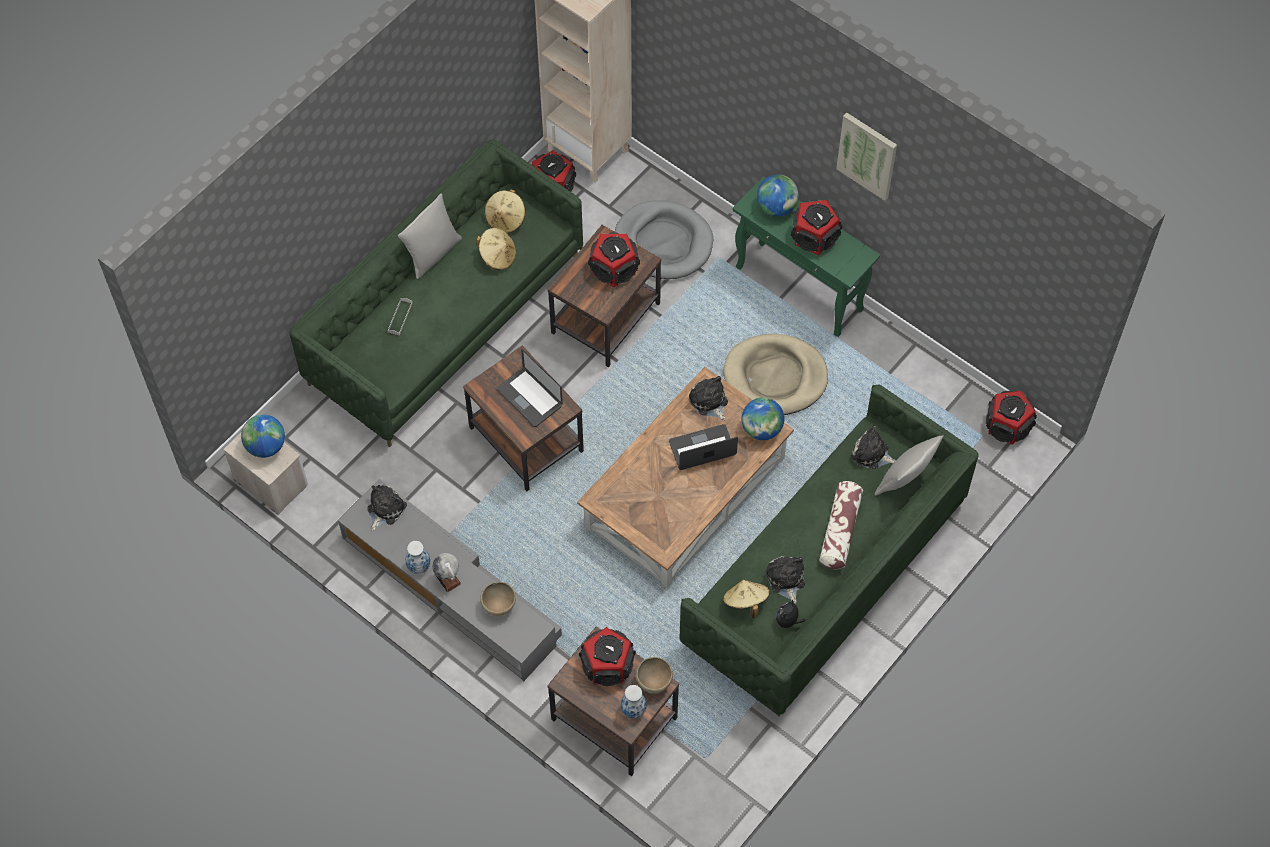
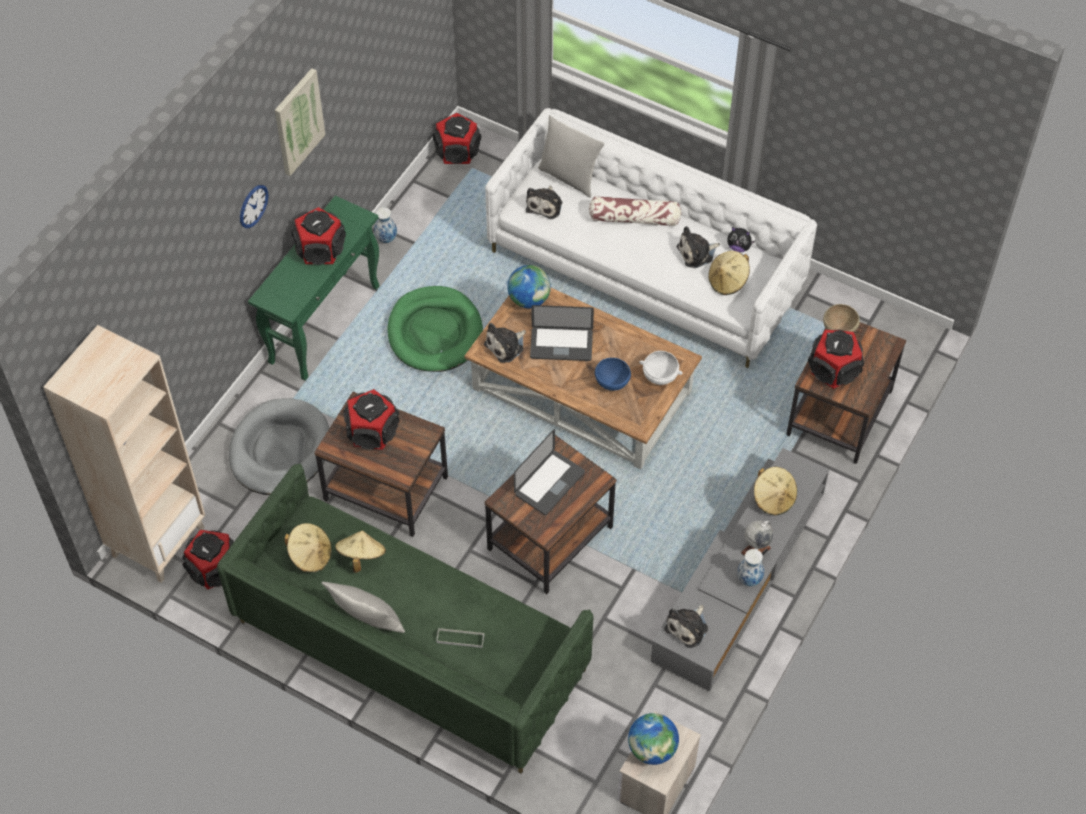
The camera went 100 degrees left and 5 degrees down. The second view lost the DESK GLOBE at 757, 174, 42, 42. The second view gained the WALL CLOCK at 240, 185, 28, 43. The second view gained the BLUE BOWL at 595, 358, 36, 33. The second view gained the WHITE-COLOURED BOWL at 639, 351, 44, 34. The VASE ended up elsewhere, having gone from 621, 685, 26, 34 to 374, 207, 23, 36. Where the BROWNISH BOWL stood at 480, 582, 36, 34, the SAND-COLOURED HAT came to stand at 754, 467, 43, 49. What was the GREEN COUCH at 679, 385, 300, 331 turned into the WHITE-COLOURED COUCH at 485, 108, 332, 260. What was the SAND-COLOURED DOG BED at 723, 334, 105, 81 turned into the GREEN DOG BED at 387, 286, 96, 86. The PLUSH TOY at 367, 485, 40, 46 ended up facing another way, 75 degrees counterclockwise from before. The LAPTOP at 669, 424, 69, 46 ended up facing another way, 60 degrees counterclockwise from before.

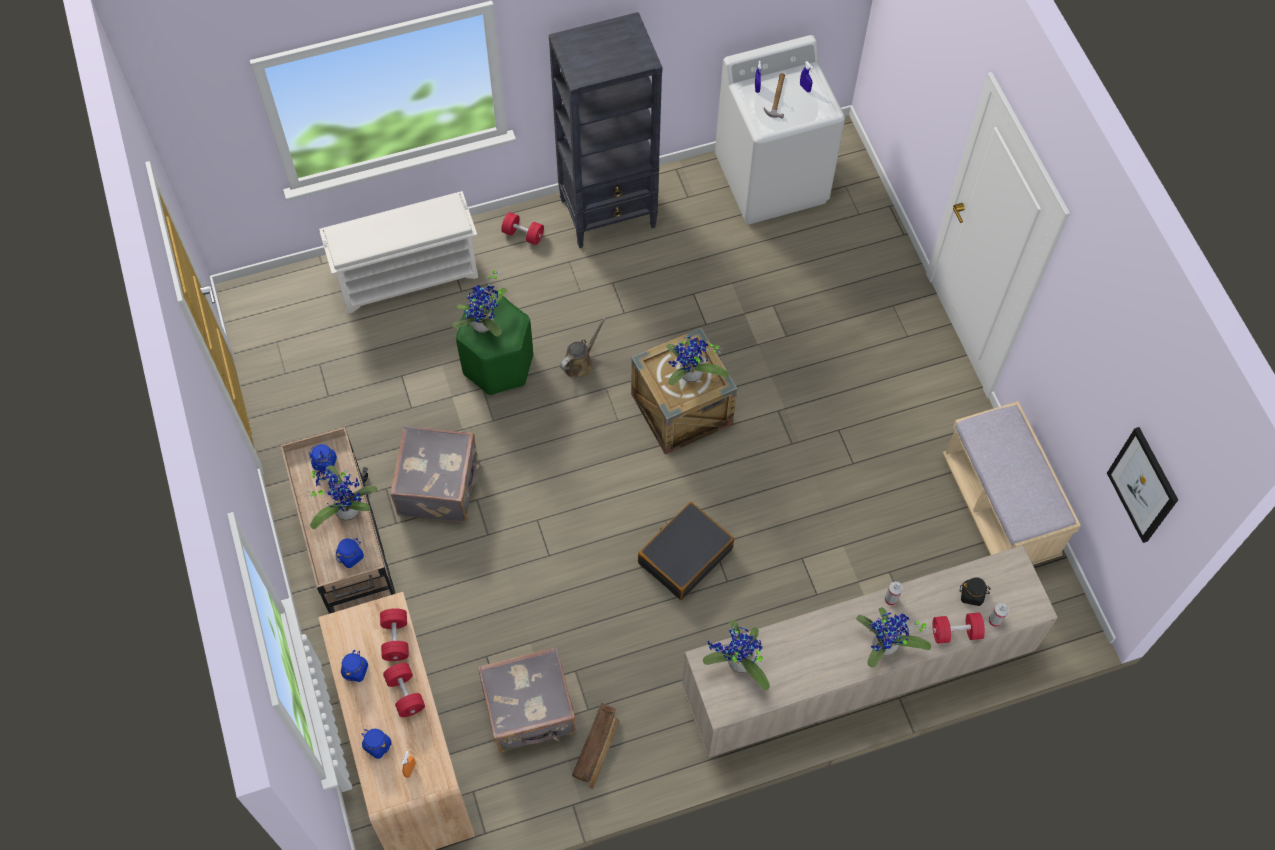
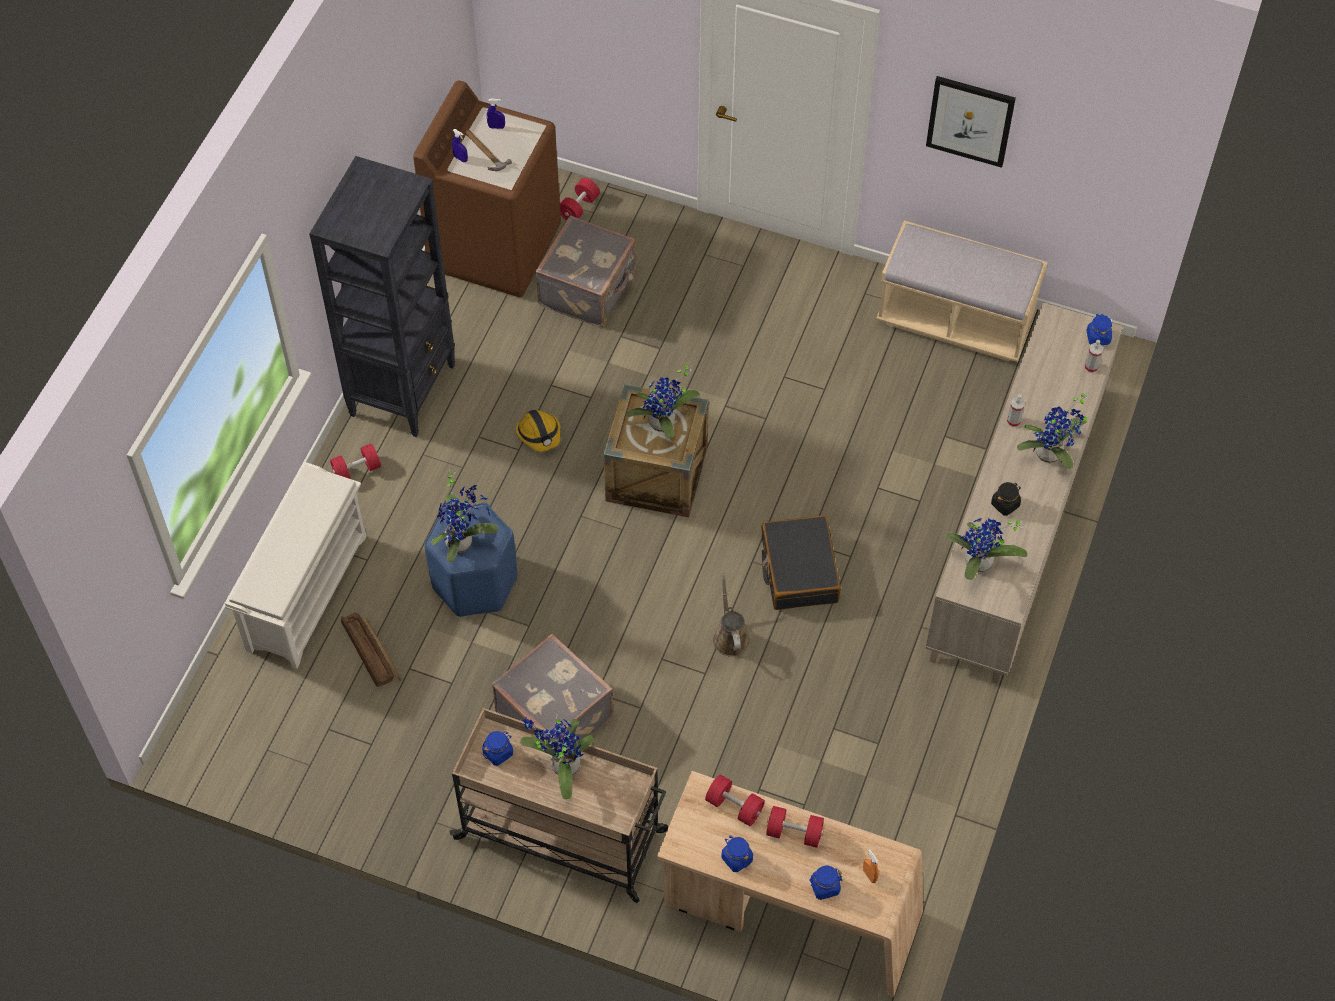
The camera went 50 degrees left and 5 degrees down. The second view gained the WORK HELMET at 516, 410, 45, 42. The BLUE STORAGE JAR ended up elsewhere, having gone from 336, 538, 28, 30 to 1086, 314, 26, 31. The GREYISH TRAVEL CASE ended up elsewhere, having gone from 478, 647, 98, 106 to 535, 215, 101, 112. The BROWNISH WATERING CAN ended up elsewhere, having gone from 560, 317, 46, 61 to 713, 573, 37, 84. The SHIPPING CRATE ended up elsewhere, having gone from 572, 702, 48, 87 to 341, 612, 61, 75. The RED-COLOURED DUMBBELL ended up elsewhere, having gone from 932, 612, 53, 32 to 560, 178, 40, 42. The BLACK STORAGE JAR ended up elsewhere, having gone from 960, 577, 31, 29 to 991, 482, 30, 34. The WALL ART ended up elsewhere, having gone from 1107, 427, 71, 116 to 926, 76, 90, 92. What was the GREEN SITTING STOOL at 456, 296, 77, 99 turned into the BLUE SITTING STOOL at 425, 503, 92, 114. What was the WHITE-COLOURED LAUNDRY MACHINE at 715, 35, 130, 190 turned into the BROWNISH LAUNDRY MACHINE at 413, 80, 148, 217.

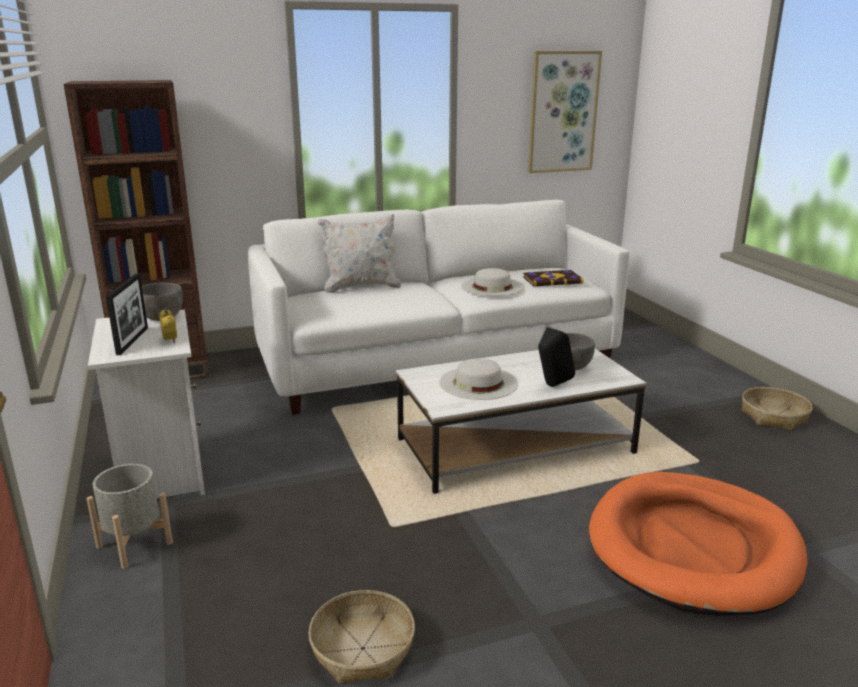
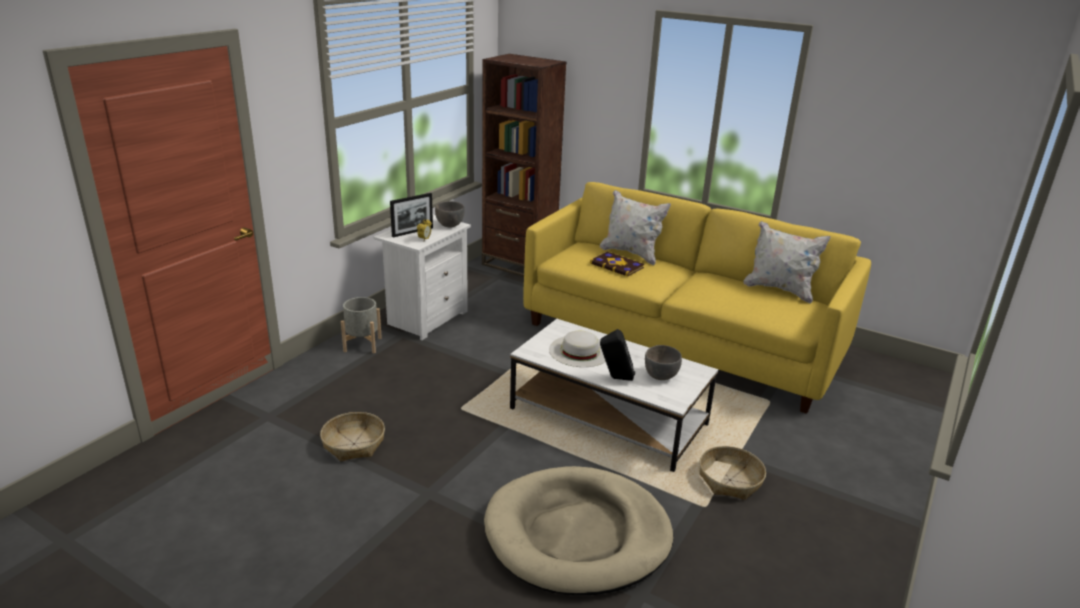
The camera went 50 degrees right and 5 degrees up. The second view lost the WHITE-COLOURED HAT at 461, 268, 63, 28. The second view lost the WALL ART at 528, 51, 74, 122. The second view gained the WHITE-COLOURED PILLOW at 743, 221, 88, 83. The BOUND BOOK ended up elsewhere, having gone from 523, 270, 61, 17 to 590, 252, 54, 25. The HOUSEHOLD BASKET ended up elsewhere, having gone from 742, 387, 71, 43 to 699, 446, 67, 54. What was the WHITE-COLOURED COUCH at 248, 200, 382, 215 turned into the YELLOWISH COUCH at 523, 182, 348, 232. What was the ORANGE-COLOURED DOG BED at 589, 472, 219, 144 turned into the SAND-COLOURED DOG BED at 484, 466, 189, 129.

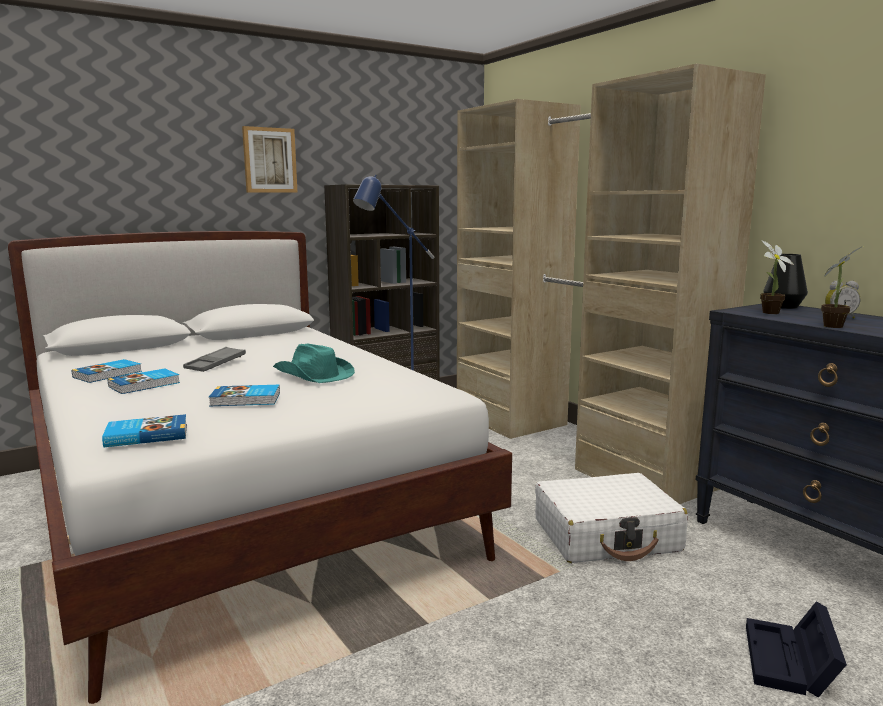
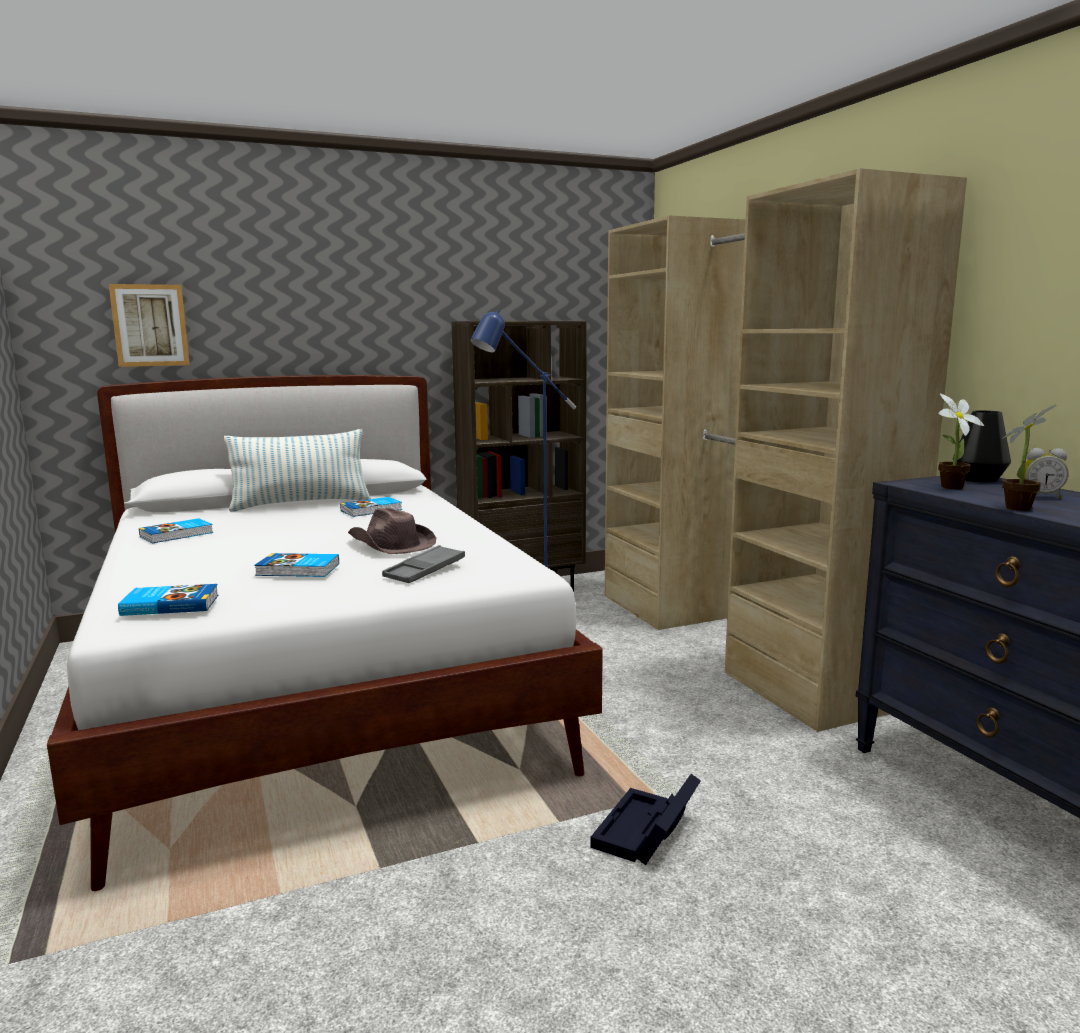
The camera went 10 degrees right and 0 degrees up. The second view lost the WHITE-COLOURED TRAVEL CASE at 535, 473, 153, 90. The second view gained the PILLOW at 224, 429, 147, 83. The BOUND BOOK ended up elsewhere, having gone from 108, 369, 72, 25 to 340, 497, 62, 20. The GREYISH CARRYING TRAY ended up elsewhere, having gone from 183, 347, 63, 25 to 382, 545, 83, 38. The WALL ART ended up elsewhere, having gone from 242, 126, 56, 67 to 109, 284, 81, 83. The BLACK STORAGE CONTAINER ended up elsewhere, having gone from 746, 601, 101, 97 to 590, 774, 111, 91. What was the BLUE-GREEN HAT at 273, 343, 82, 40 turned into the BROWNISH HAT at 348, 508, 88, 46.

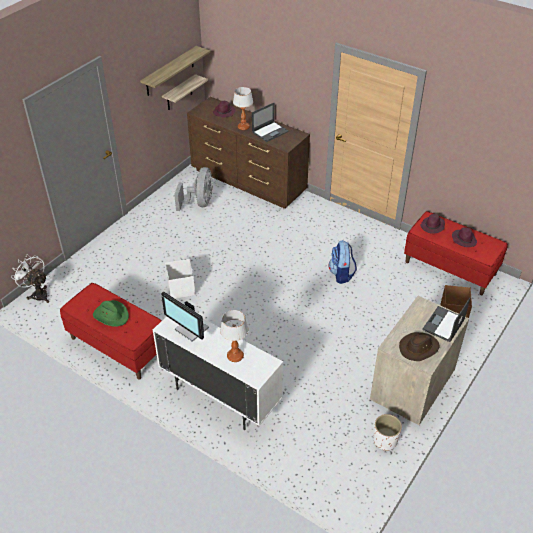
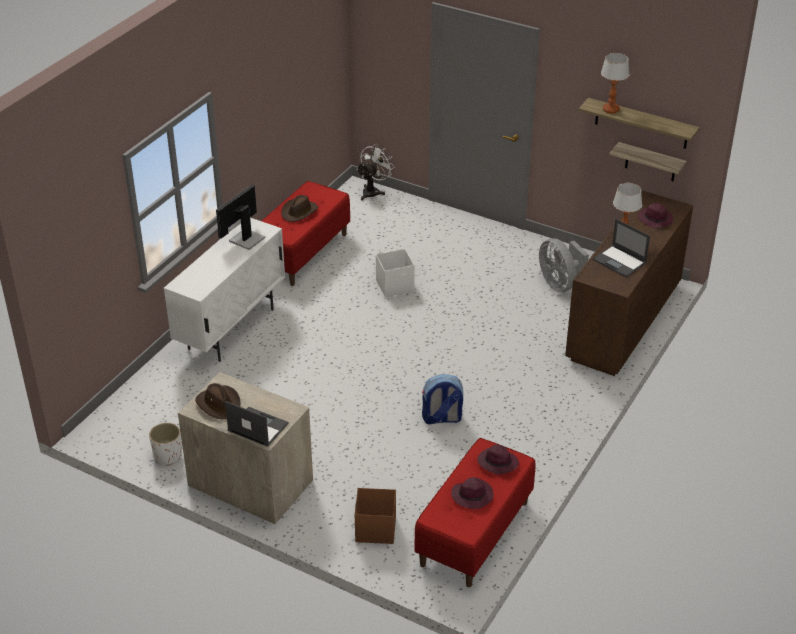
The camera went 85 degrees right and 5 degrees down. The LAMP FOR A TABLE ended up elsewhere, having gone from 220, 310, 28, 52 to 601, 53, 28, 61. What was the GREEN HAT at 93, 300, 36, 27 turned into the BROWNISH HAT at 281, 195, 37, 27. The GREYISH COOLING FAN at 174, 167, 39, 44 ended up facing another way, 60 degrees clockwise from before.

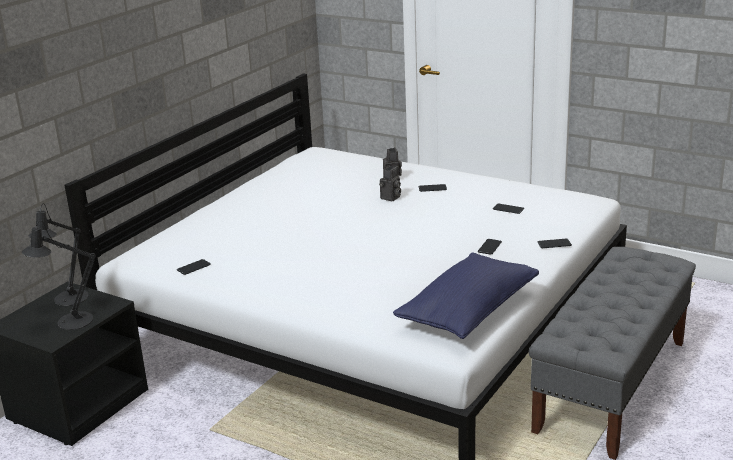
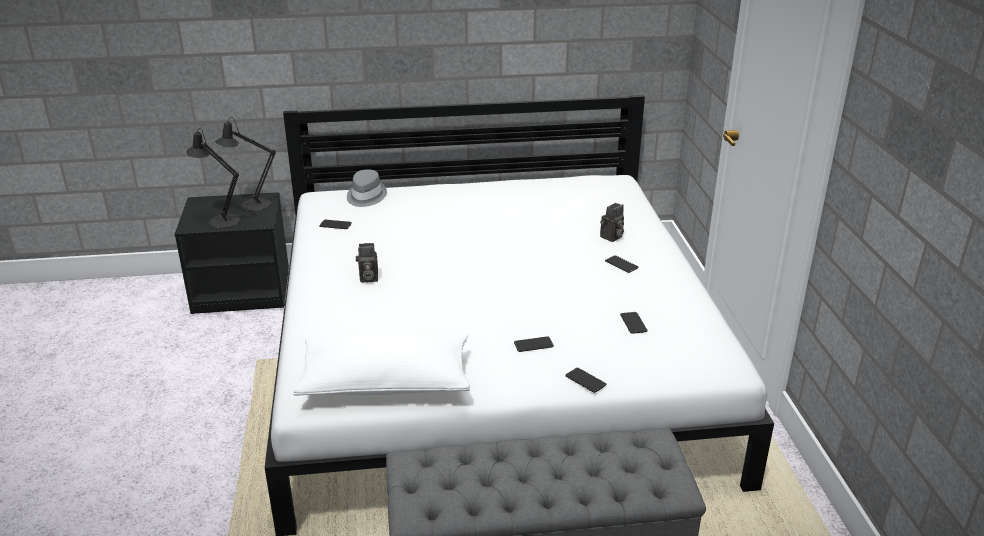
The camera went 50 degrees right and 5 degrees up. The second view gained the GREYISH HAT at 347, 169, 40, 38. The PHOTO CAMERA ended up elsewhere, having gone from 379, 166, 22, 36 to 356, 243, 22, 39. What was the BLUE PILLOW at 393, 253, 146, 86 turned into the WHITE-COLOURED PILLOW at 293, 331, 177, 65.

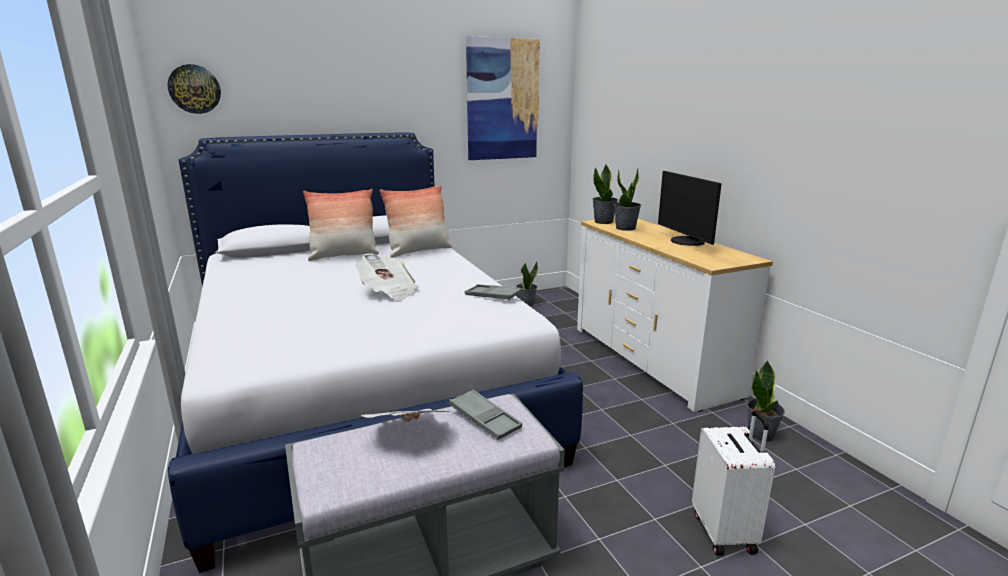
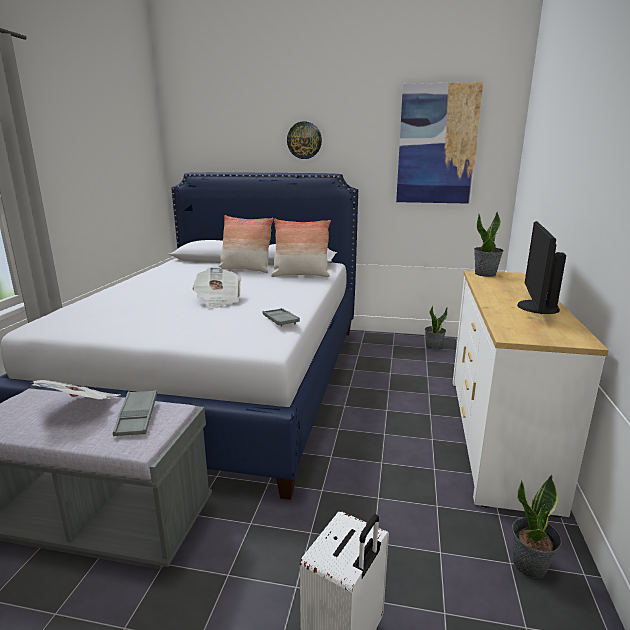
The camera went 35 degrees right and 0 degrees up. The second view lost the POTTED PLANT at 614, 169, 27, 62. The WALL CLOCK ended up elsewhere, having gone from 168, 64, 53, 50 to 287, 121, 35, 38.

